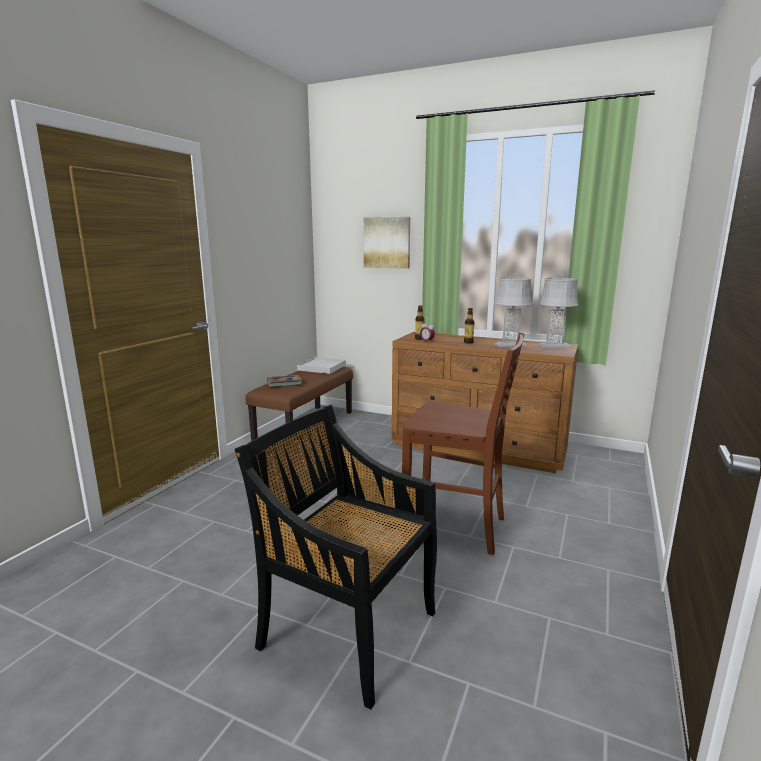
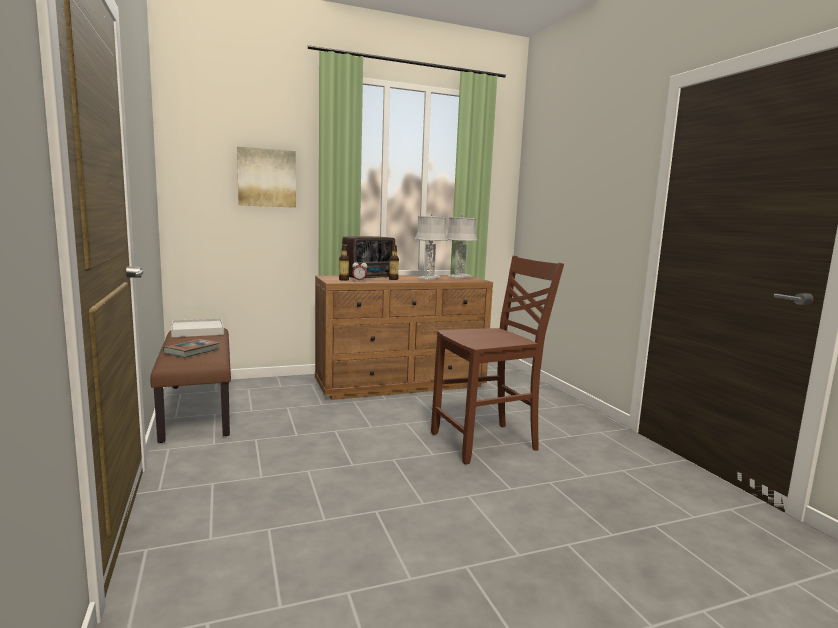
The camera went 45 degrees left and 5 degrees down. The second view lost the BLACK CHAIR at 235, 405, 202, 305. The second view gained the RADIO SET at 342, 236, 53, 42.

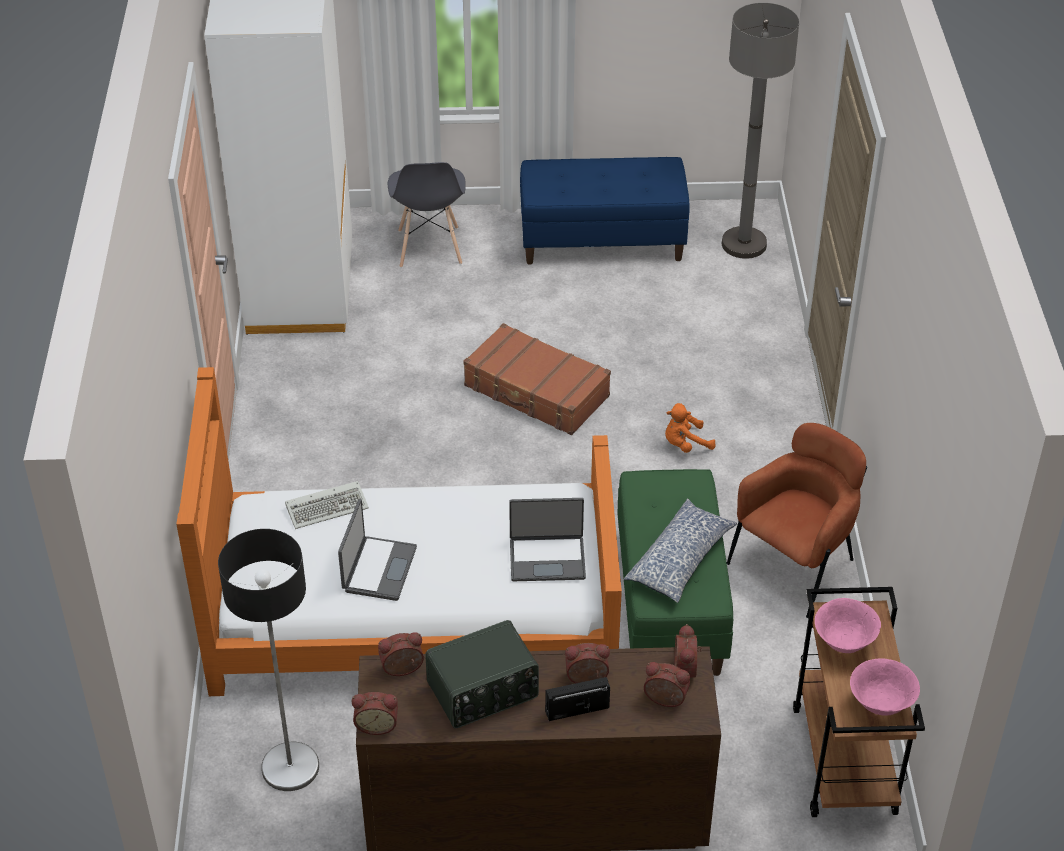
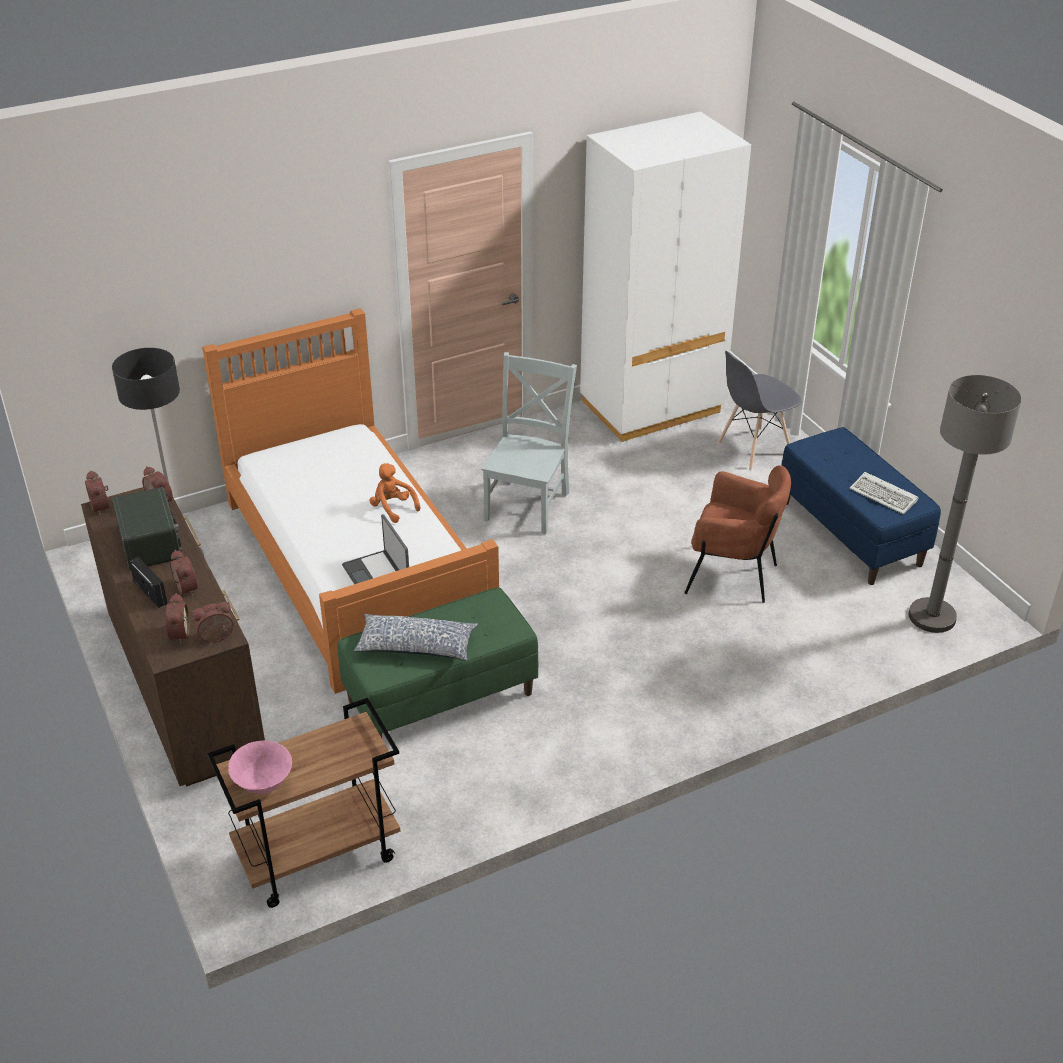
The camera went 65 degrees right and 5 degrees down. The second view lost the LAPTOP at 338, 499, 79, 102. The second view lost the BROWNISH TRAVEL CASE at 463, 323, 148, 112. The second view lost the PINKISH BOWL at 815, 598, 66, 55. The second view gained the GREYISH CHAIR at 481, 352, 96, 182. The PC KEYBOARD ended up elsewhere, having gone from 285, 481, 84, 48 to 849, 472, 69, 42. The ORANGE-COLOURED PLUSH TOY ended up elsewhere, having gone from 665, 403, 51, 50 to 370, 463, 50, 60. The BROWNISH EASY CHAIR ended up elsewhere, having gone from 727, 423, 140, 195 to 684, 465, 107, 138. The RADIO SET at 425, 620, 114, 108 ended up facing another way, 150 degrees counterclockwise from before.

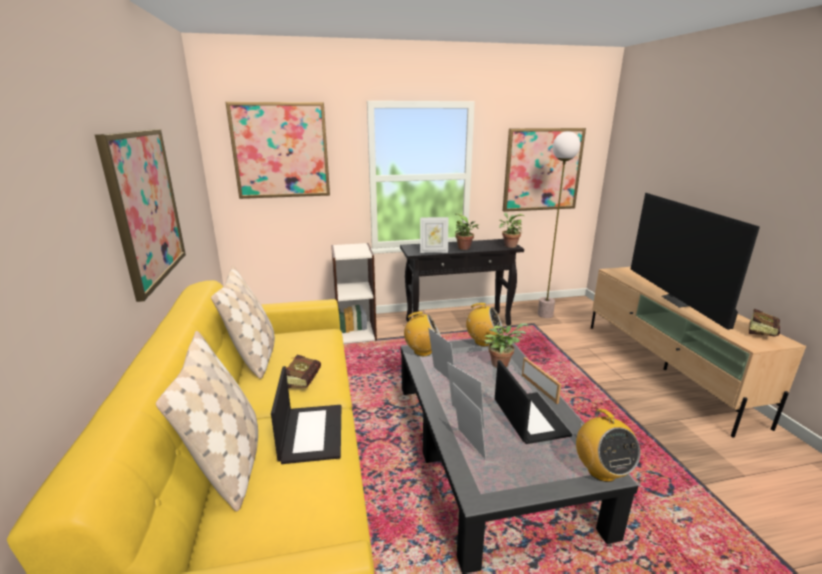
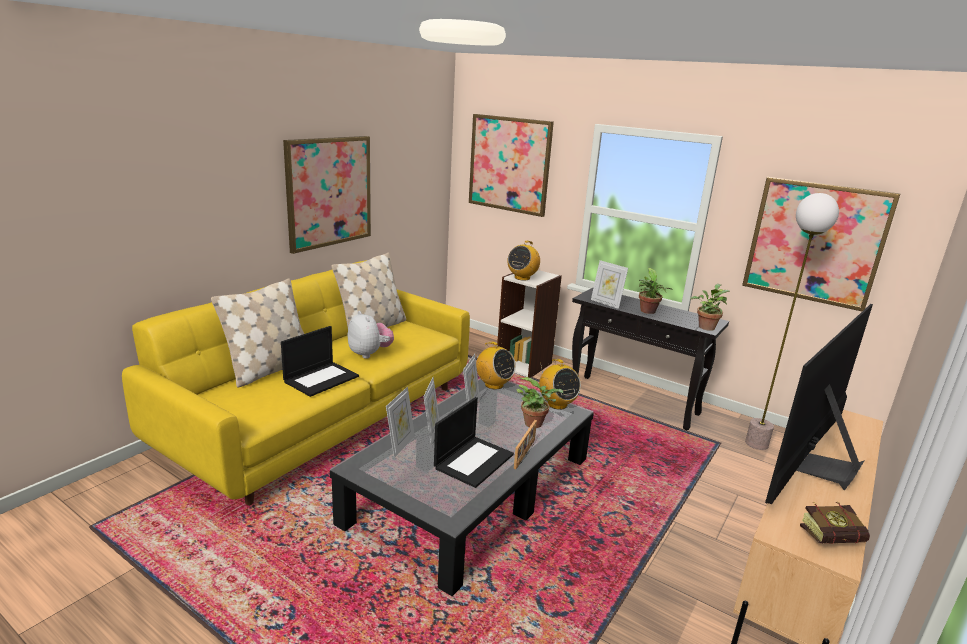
The camera went 45 degrees right and 0 degrees up. The RADIO SET ended up elsewhere, having gone from 576, 409, 64, 73 to 507, 241, 33, 40. Where the BOUND BOOK stood at 286, 355, 35, 33, the PLUSH TOY came to stand at 348, 311, 46, 48.

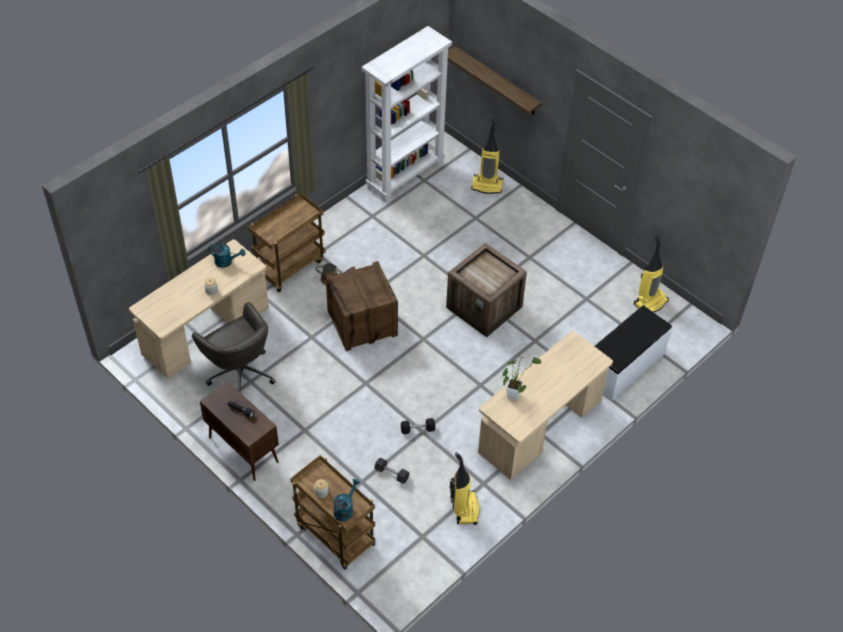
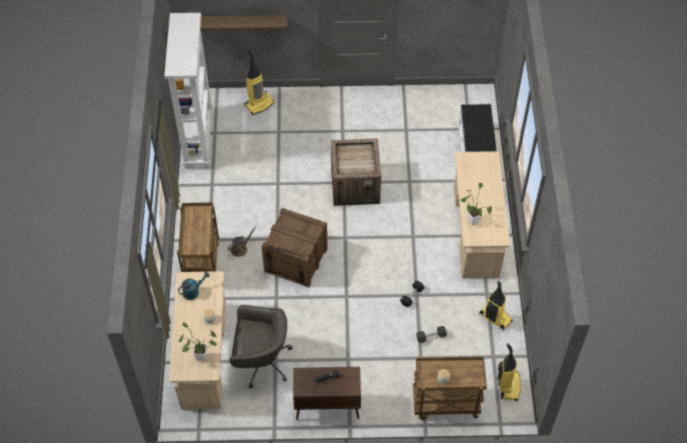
The camera went 45 degrees left and 5 degrees up. The second view lost the BLUE-GREEN WATERING CAN at 333, 479, 27, 42. The second view gained the POTTED PLANT at 179, 323, 38, 38. The VACUUM ended up elsewhere, having gone from 634, 235, 35, 77 to 497, 344, 24, 57.

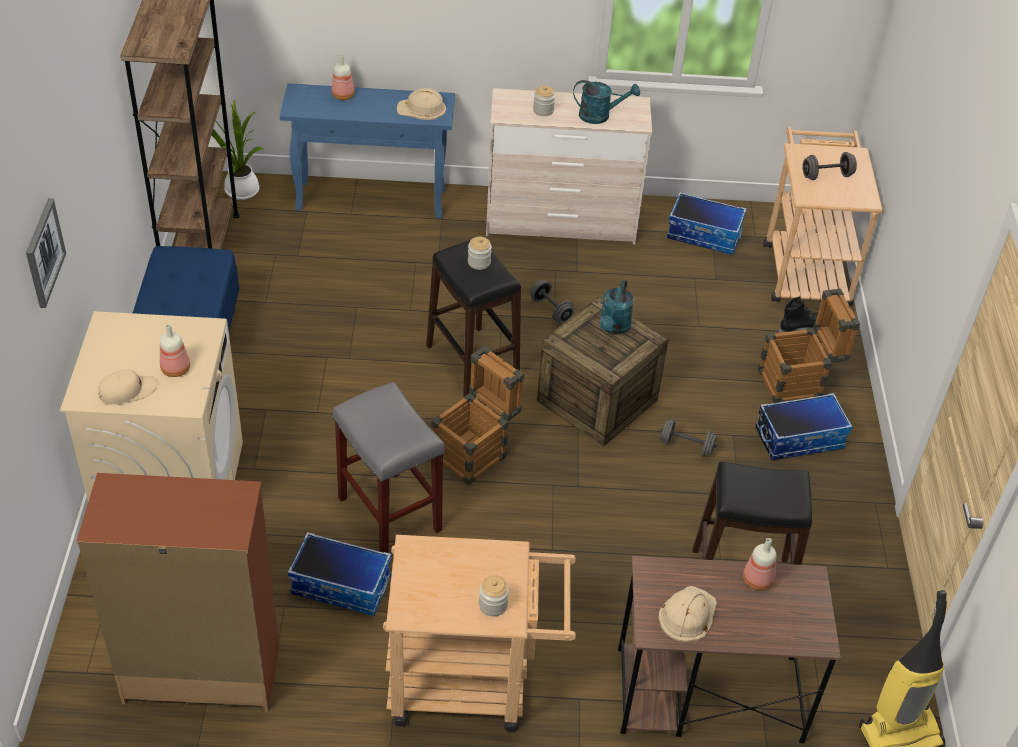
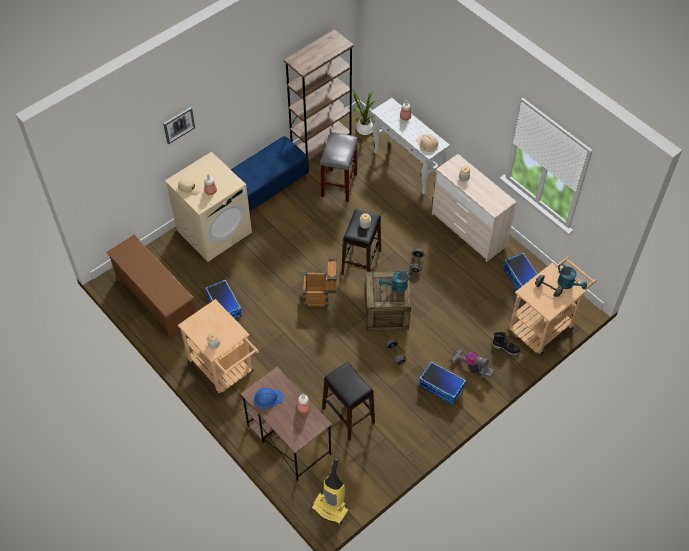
The camera went 50 degrees right and 10 degrees up. The GREYISH SITTING STOOL ended up elsewhere, having gone from 333, 382, 112, 171 to 320, 132, 38, 70. The BLUE-GREEN WATERING CAN ended up elsewhere, having gone from 573, 80, 67, 44 to 558, 264, 29, 25. Where the BROWNISH DRAWER CHEST stood at 76, 473, 204, 239, the BROWNISH SHOE RACK came to stand at 106, 235, 90, 104. Where the SHIPPING CRATE stood at 758, 289, 102, 114, the VACUUM came to stand at 451, 349, 44, 28. What was the BLUE NARROW TABLE at 280, 83, 175, 136 turned into the WHITE-COLOURED NARROW TABLE at 371, 98, 79, 97. What was the SAND-COLOURED WORK HELMET at 659, 586, 58, 56 turned into the BLUE WORK HELMET at 254, 388, 29, 21.

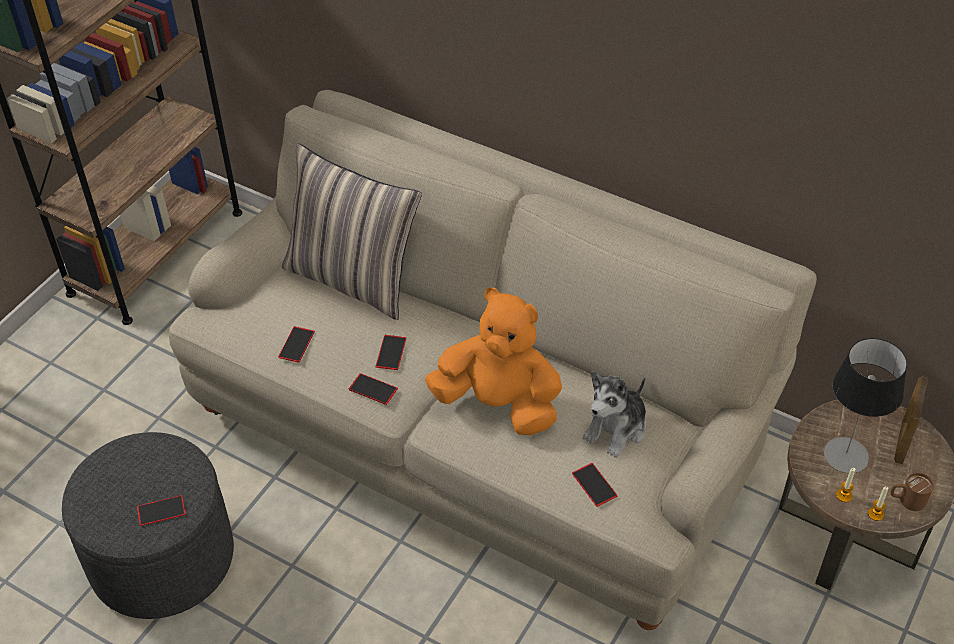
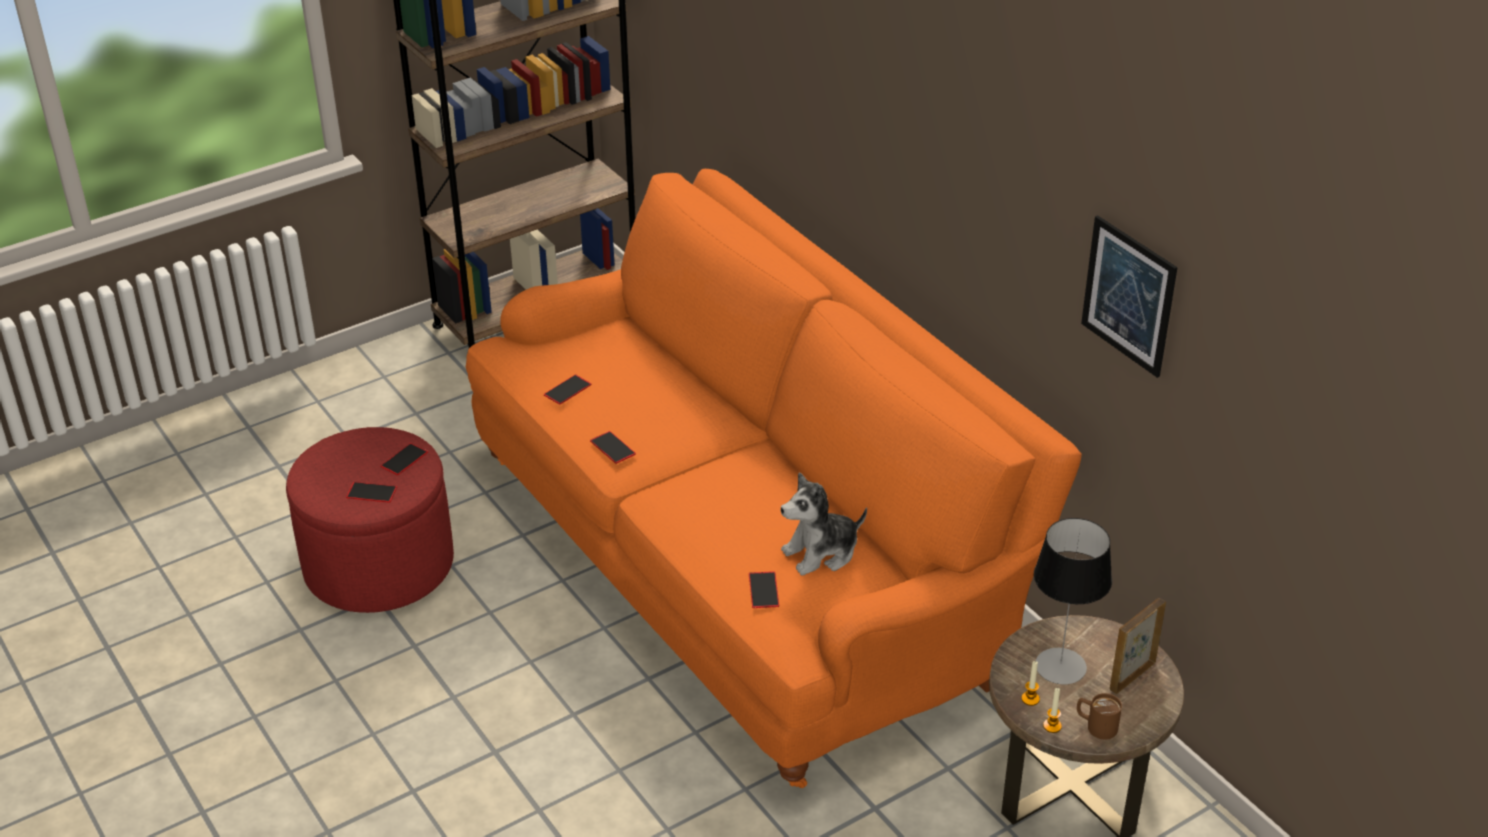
The camera went 25 degrees right and 10 degrees down. The second view lost the PILLOW at 282, 143, 140, 177. The second view lost the ORANGE-COLOURED PLUSH TOY at 425, 288, 137, 147. The second view gained the WALL ART at 1081, 215, 97, 163. The HANDSET ended up elsewhere, having gone from 376, 335, 30, 35 to 380, 443, 48, 32. What was the GREYISH POUFFE at 62, 432, 172, 187 turned into the RED-COLOURED POUFFE at 286, 427, 168, 186. What was the SAND-COLOURED COUCH at 169, 90, 648, 540 turned into the ORANGE-COLOURED COUCH at 466, 169, 616, 619.

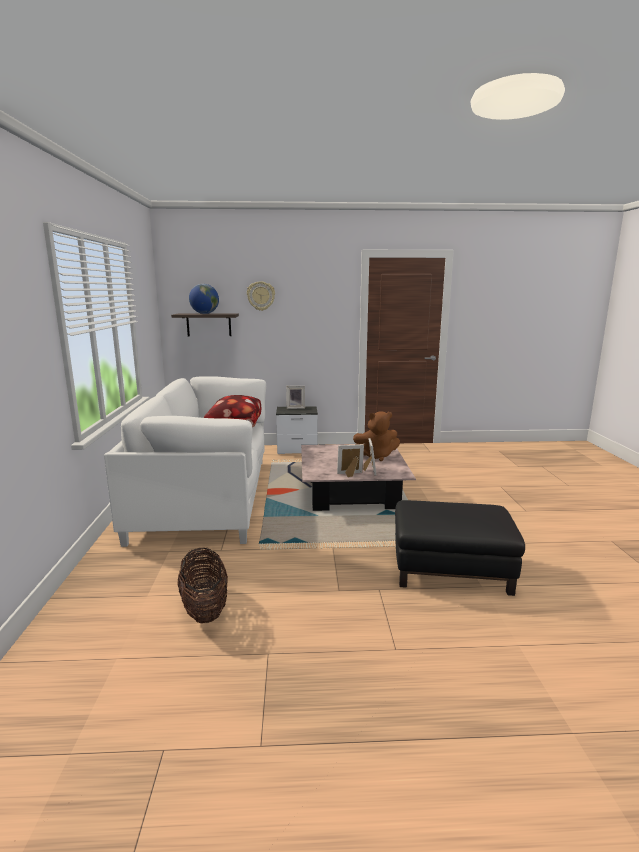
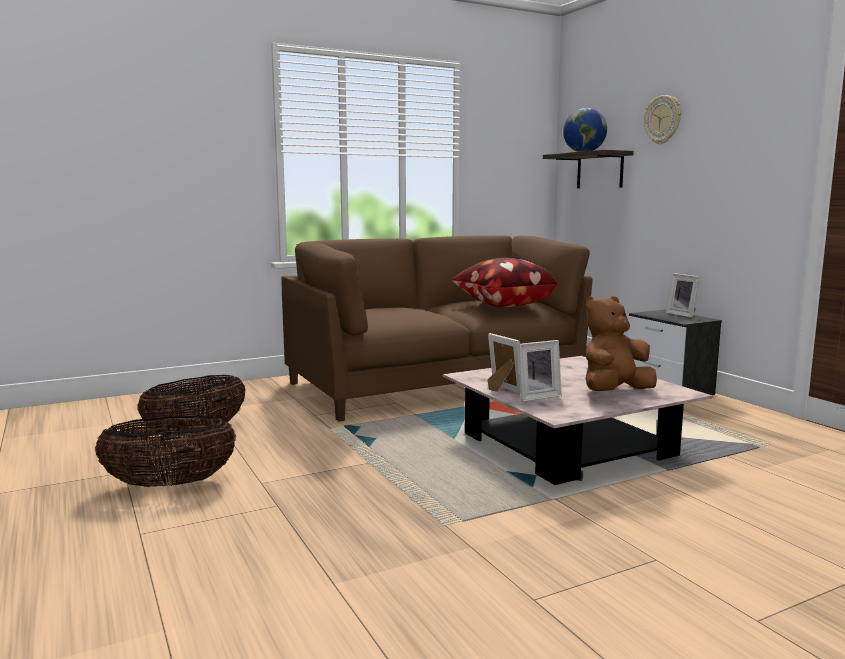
The camera went 65 degrees right and 5 degrees down. The second view lost the BLACK POUFFE at 395, 500, 130, 96. The second view gained the HOUSEHOLD BASKET at 95, 415, 142, 72. What was the WHITE-COLOURED COUCH at 104, 376, 162, 171 turned into the BROWNISH COUCH at 281, 235, 312, 187. The BROWNISH PLUSH TOY at 353, 411, 47, 50 ended up facing another way, 90 degrees clockwise from before.

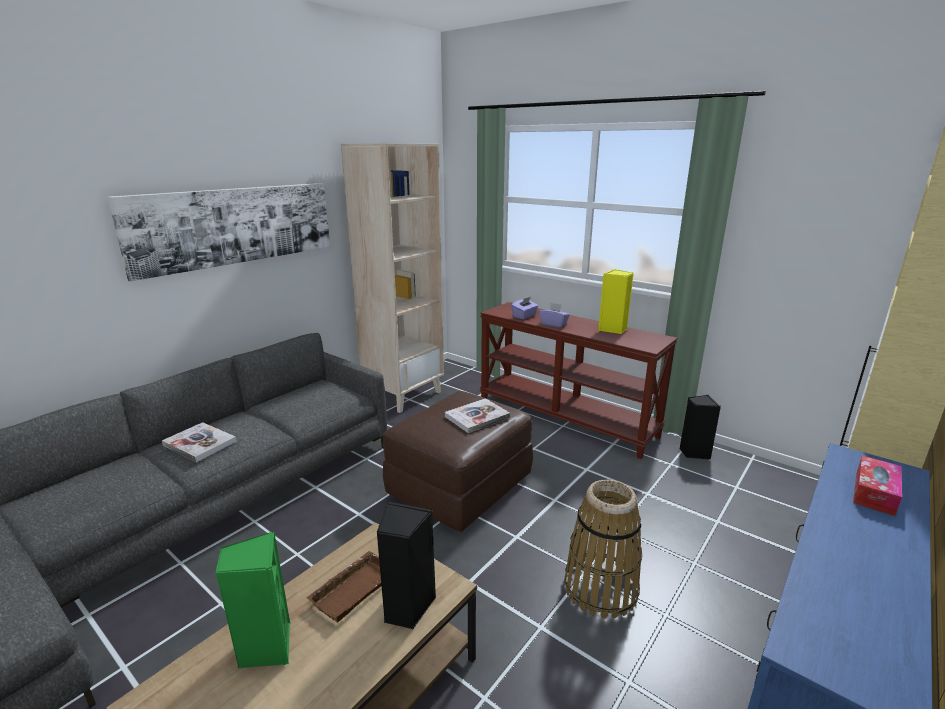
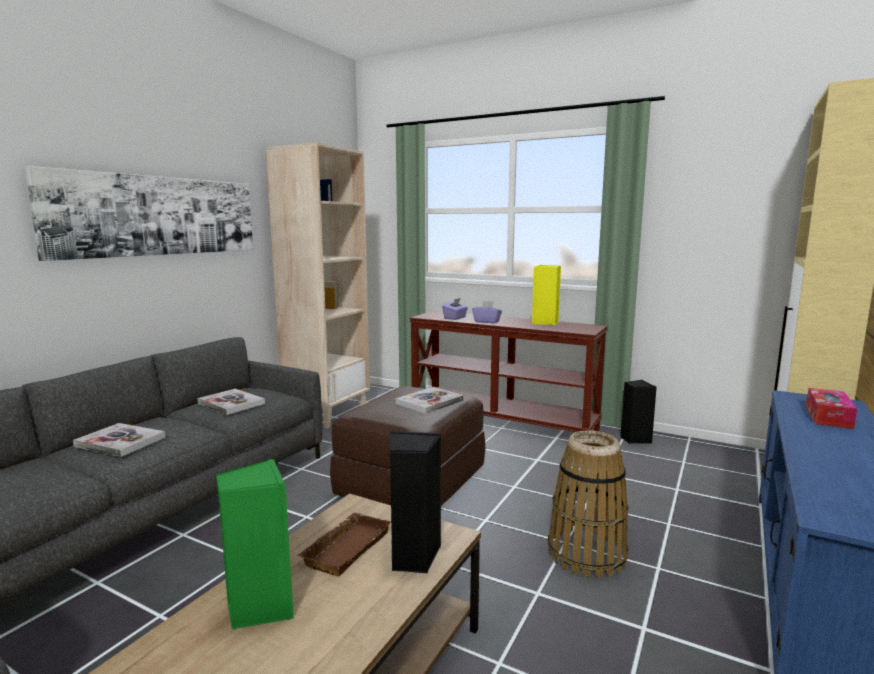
The camera went 10 degrees left and 10 degrees down. The second view gained the BOUND BOOK at 197, 389, 68, 26.

